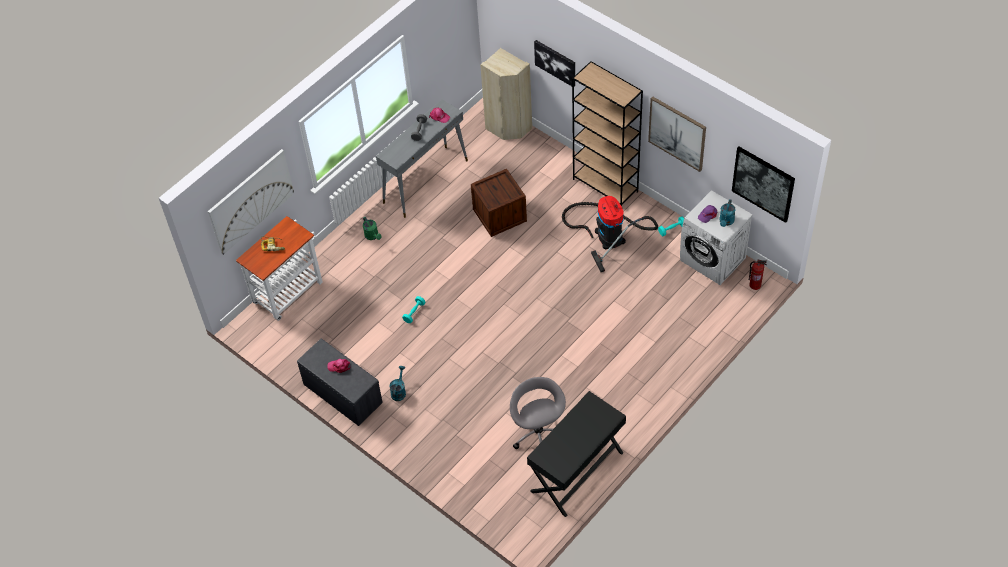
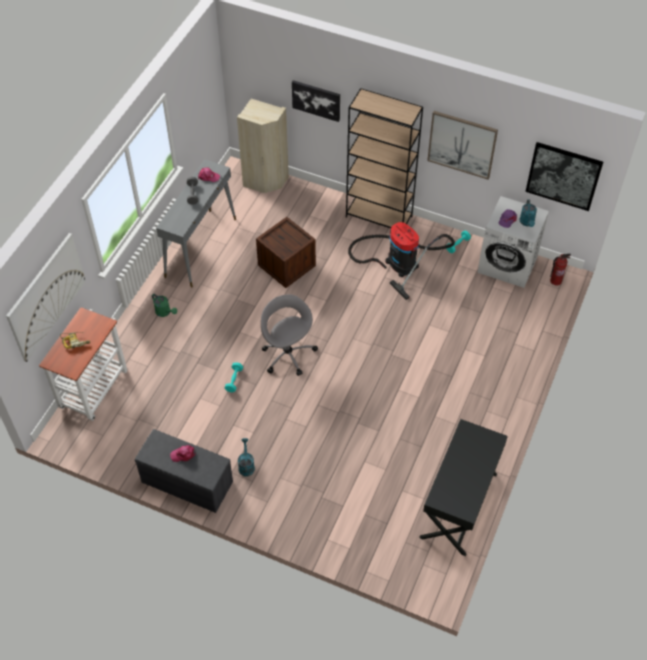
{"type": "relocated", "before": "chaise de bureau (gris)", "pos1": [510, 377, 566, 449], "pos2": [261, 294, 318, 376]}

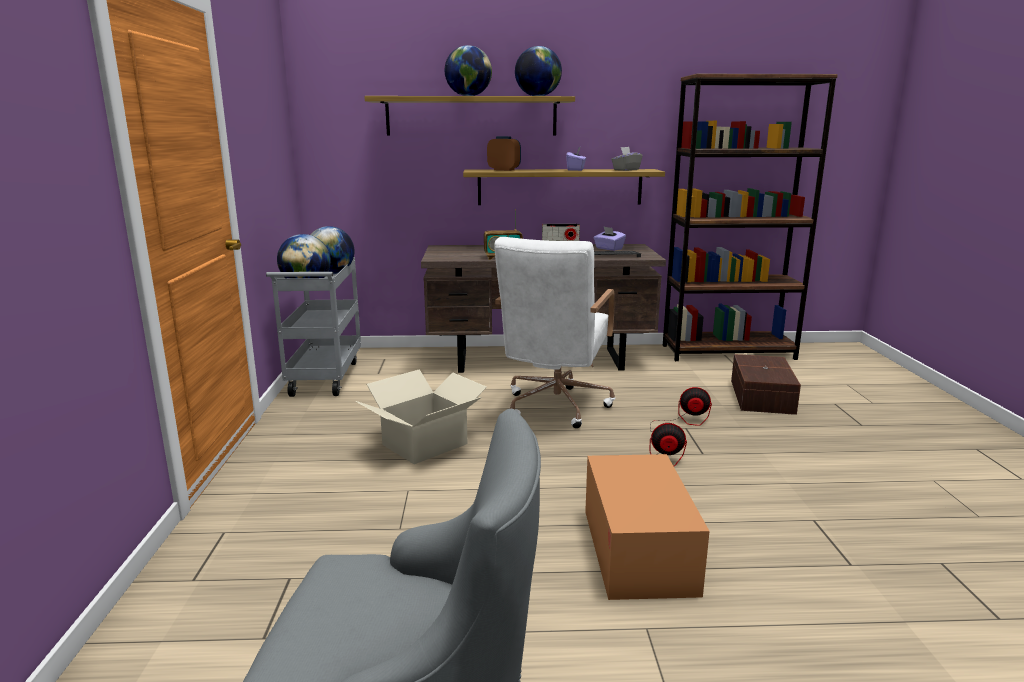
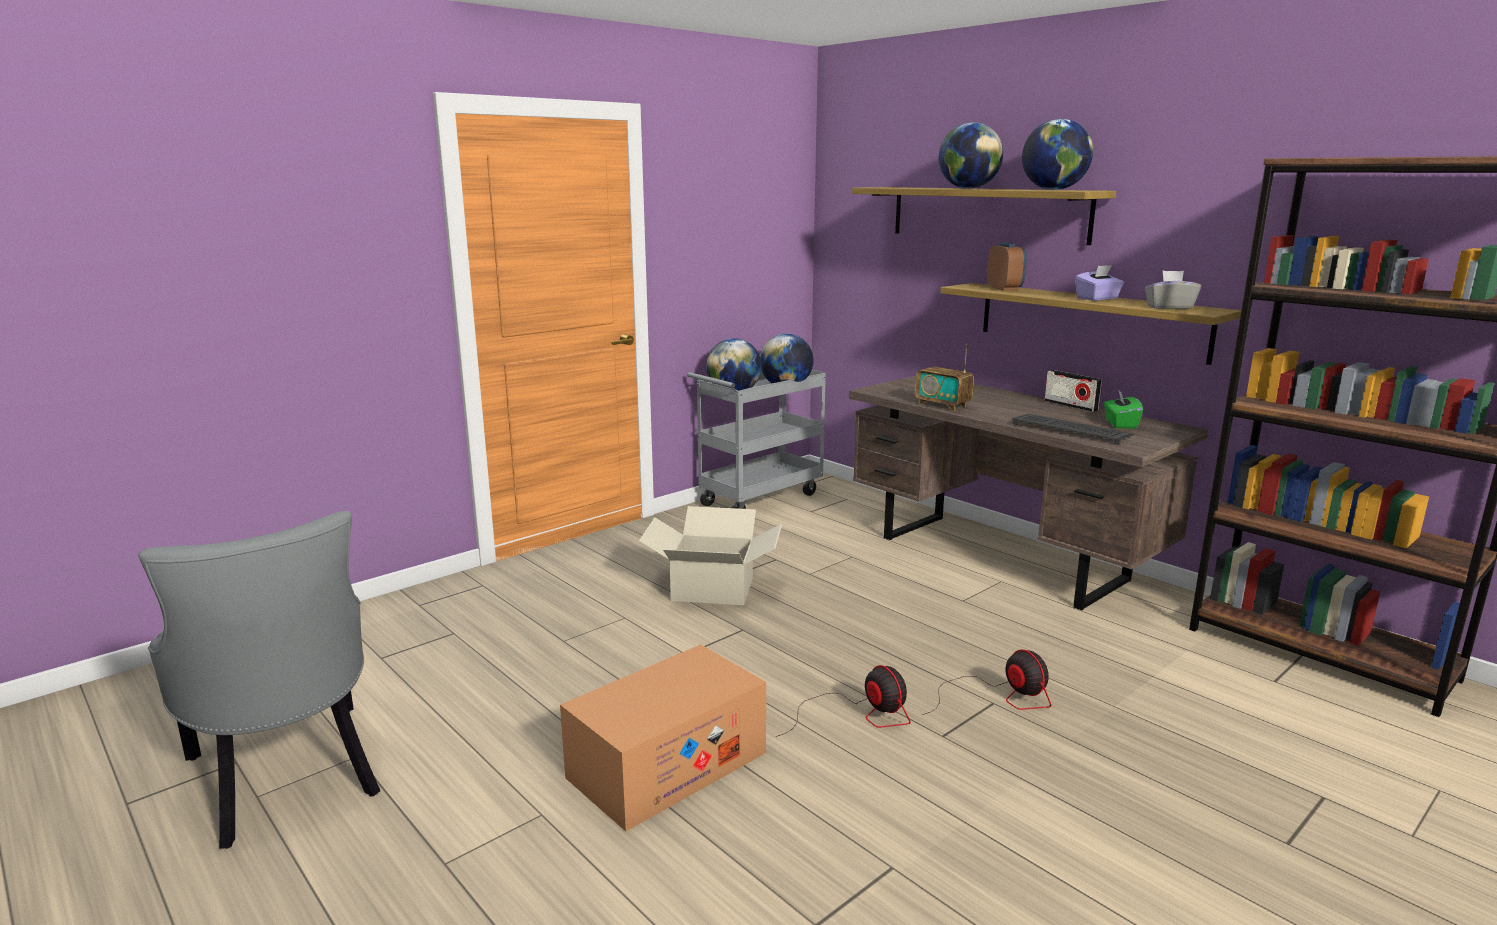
{"type": "missing", "before": "chaise de bureau (blanc)", "pos1": [494, 237, 615, 428]}
{"type": "colour", "before": "boîte à mouchoirs (violet)", "after": "boîte à mouchoirs (vert)", "pos1": [594, 226, 626, 251], "pos2": [1104, 389, 1143, 429]}
{"type": "missing", "before": "boîte de rangement (marron)", "pos1": [731, 354, 801, 415]}

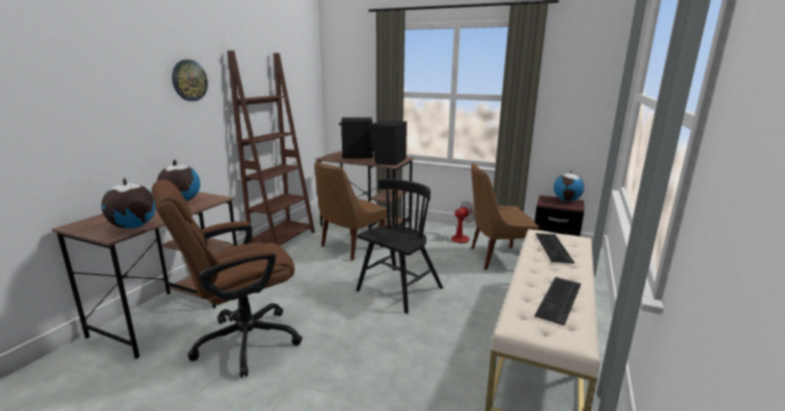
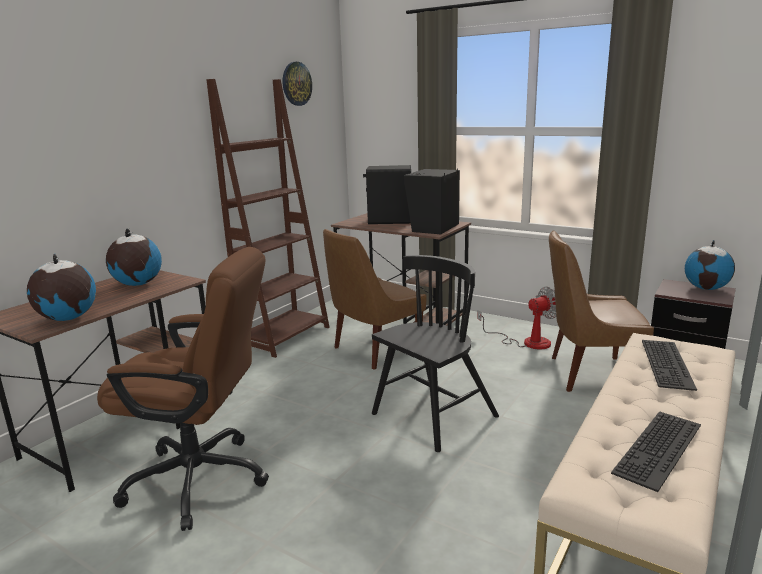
{"type": "spun", "before": "chaise de bureau (marron)", "pos1": [152, 179, 302, 377], "pos2": [97, 247, 269, 531], "turn": -150}
{"type": "relocated", "before": "horloge murale", "pos1": [172, 59, 208, 101], "pos2": [283, 62, 312, 106]}

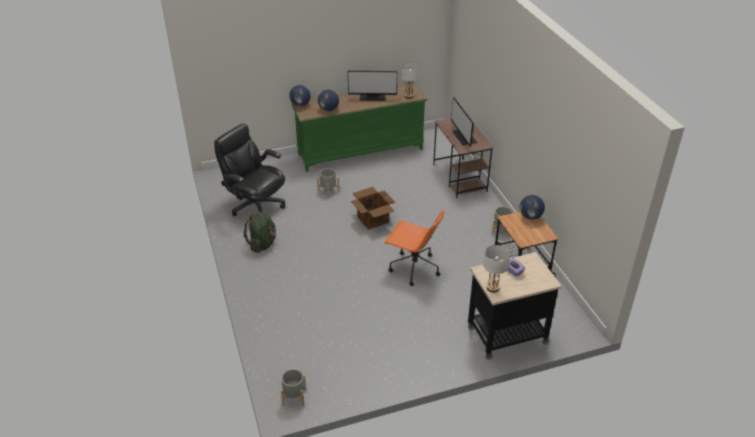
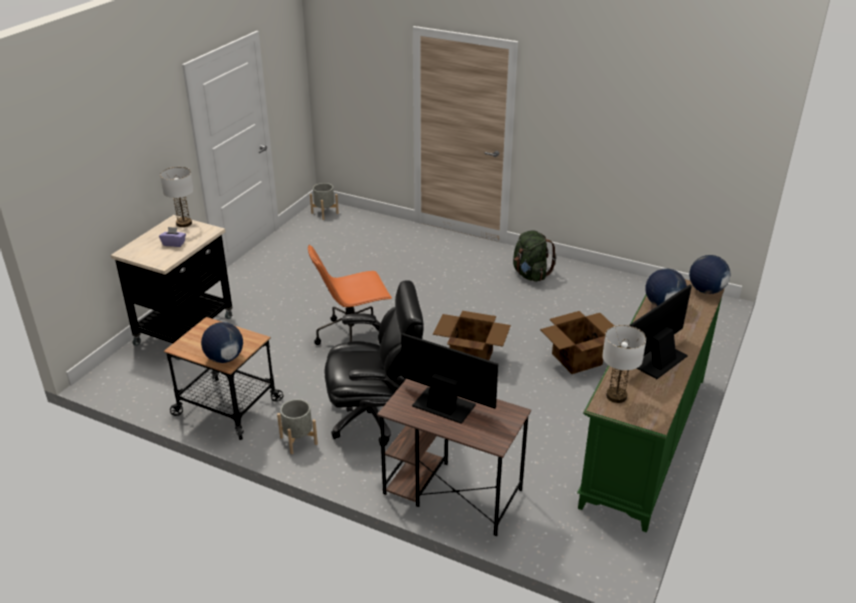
{"type": "relocated", "before": "chaise de bureau (noir)", "pos1": [214, 123, 285, 217], "pos2": [325, 280, 424, 446]}
{"type": "exchanged", "before": "cache-pot (gris)", "after": "carton", "pos1": [317, 168, 339, 198], "pos2": [540, 311, 614, 374]}

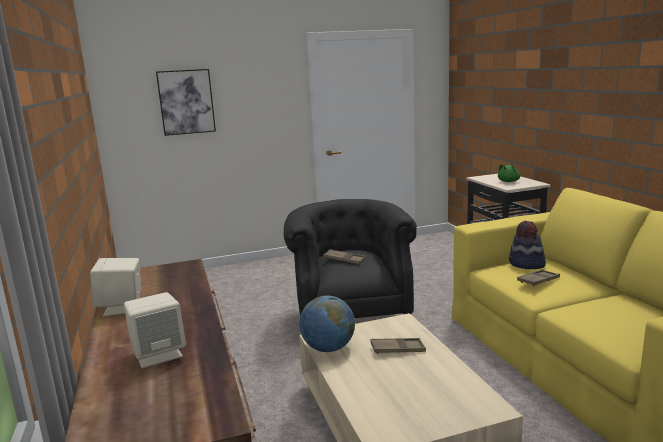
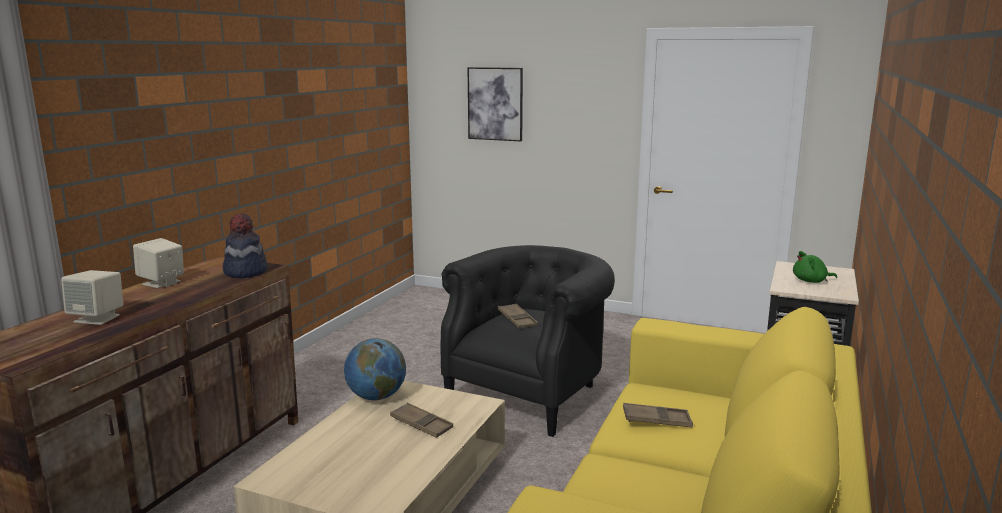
{"type": "relocated", "before": "chapeau", "pos1": [509, 221, 546, 269], "pos2": [223, 213, 268, 278]}

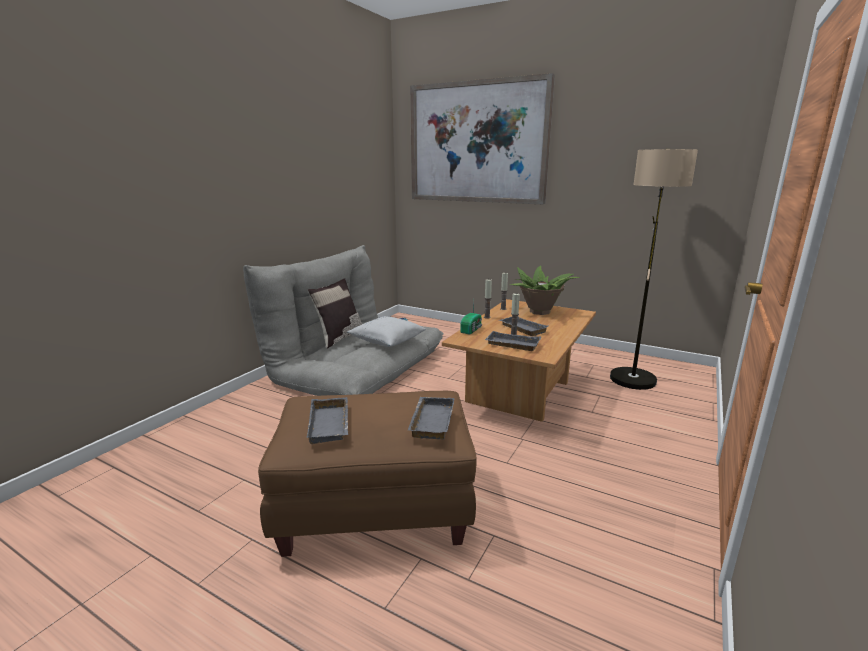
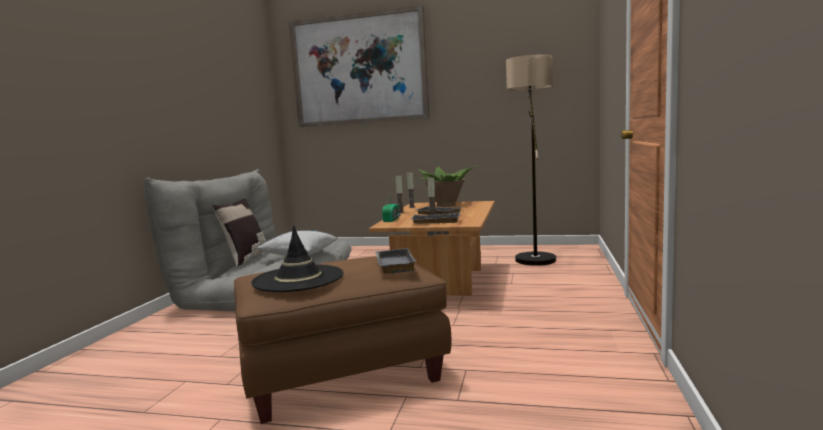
{"type": "exchanged", "before": "plateau (gris)", "after": "chapeau (noir)", "pos1": [306, 397, 348, 444], "pos2": [251, 226, 343, 292]}

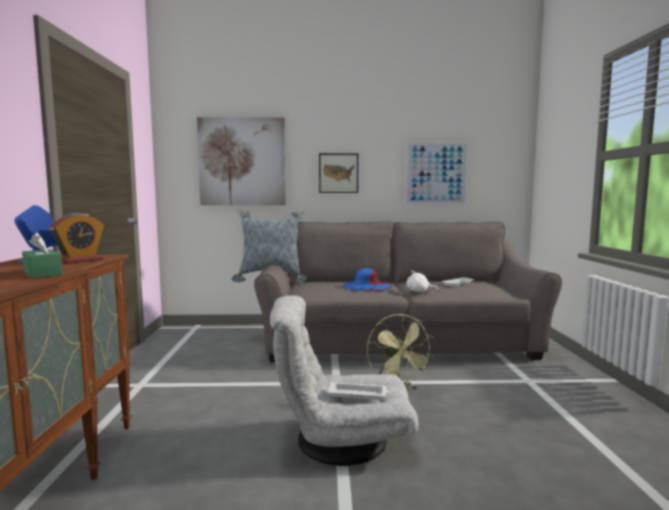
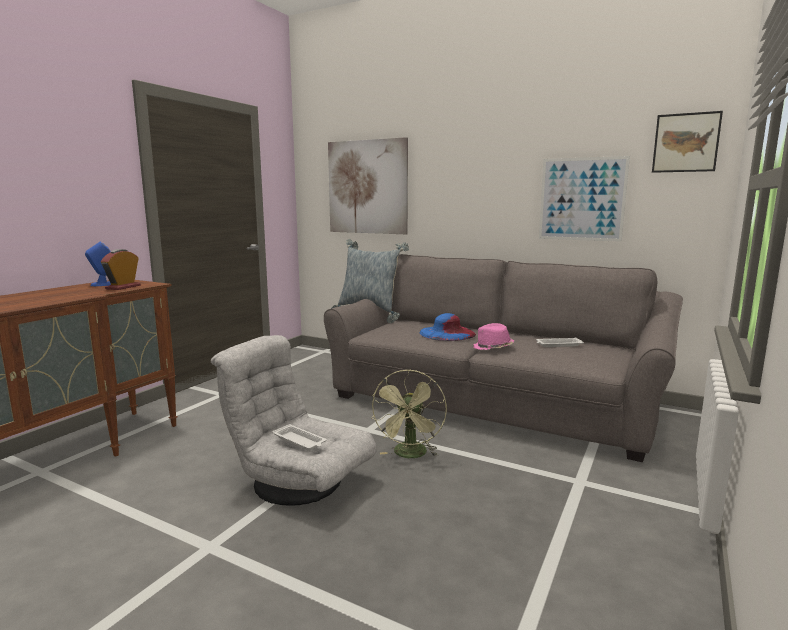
{"type": "missing", "before": "boîte à mouchoirs (vert)", "pos1": [22, 232, 63, 278]}
{"type": "spun", "before": "réveil", "pos1": [49, 213, 104, 264], "pos2": [101, 249, 141, 290], "turn": 135}
{"type": "relocated", "before": "tableau", "pos1": [319, 153, 358, 193], "pos2": [652, 111, 723, 173]}
{"type": "exchanged", "before": "peluche (blanc)", "after": "chapeau (rose)", "pos1": [407, 270, 438, 292], "pos2": [473, 323, 514, 350]}

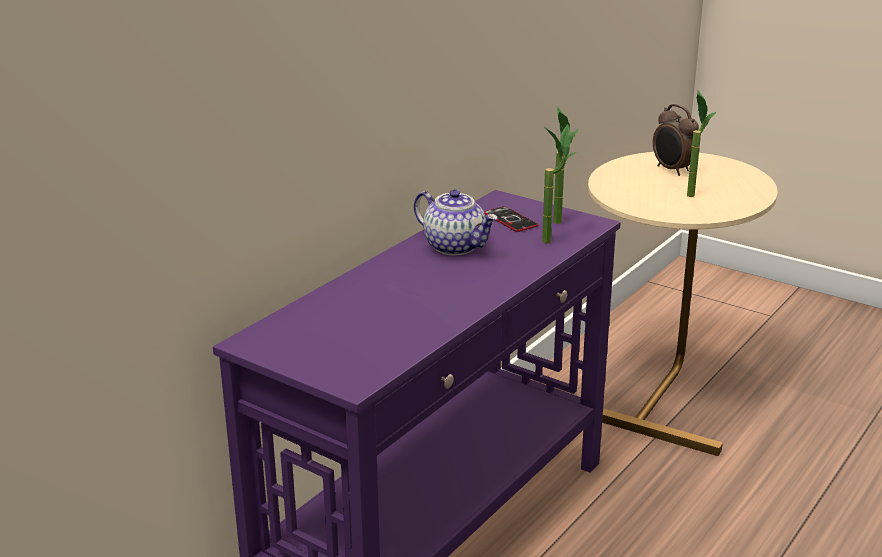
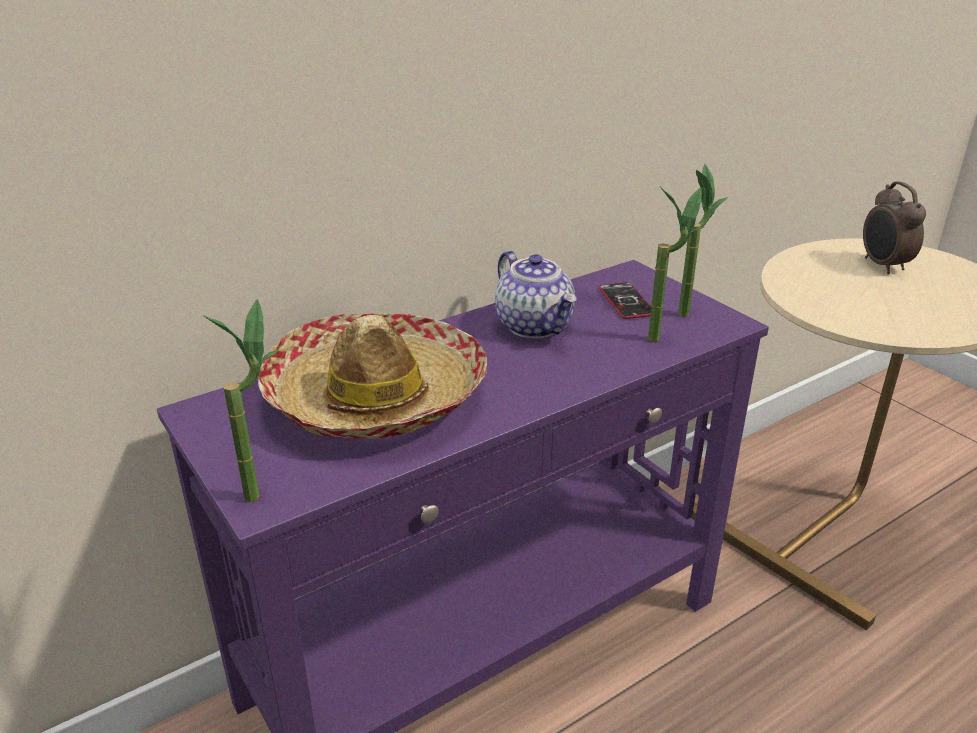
{"type": "relocated", "before": "plante en pot", "pos1": [687, 91, 716, 197], "pos2": [202, 299, 278, 502]}
{"type": "appeared", "after": "chapeau", "pos2": [258, 313, 487, 439]}

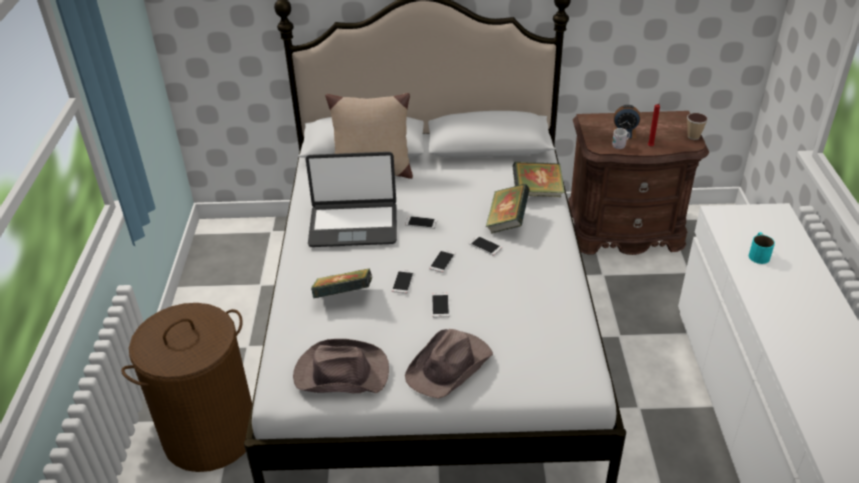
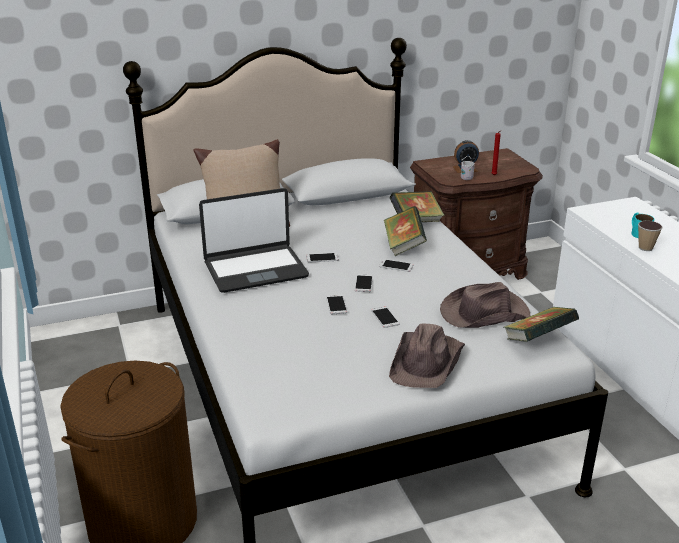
{"type": "relocated", "before": "chapeau (marron)", "pos1": [293, 339, 389, 393], "pos2": [440, 282, 530, 328]}
{"type": "relocated", "before": "livre", "pos1": [311, 268, 372, 298], "pos2": [503, 307, 579, 342]}
{"type": "relocated", "before": "tasse", "pos1": [687, 113, 708, 140], "pos2": [638, 221, 662, 251]}

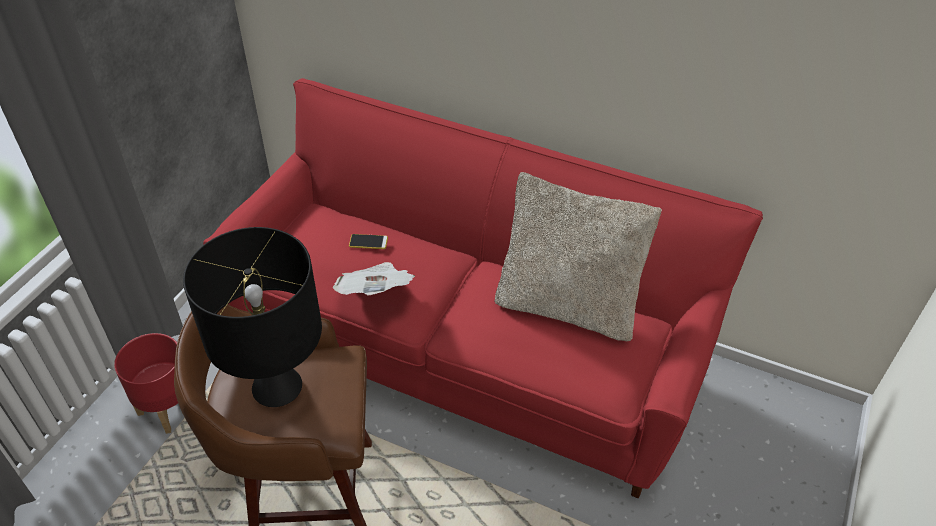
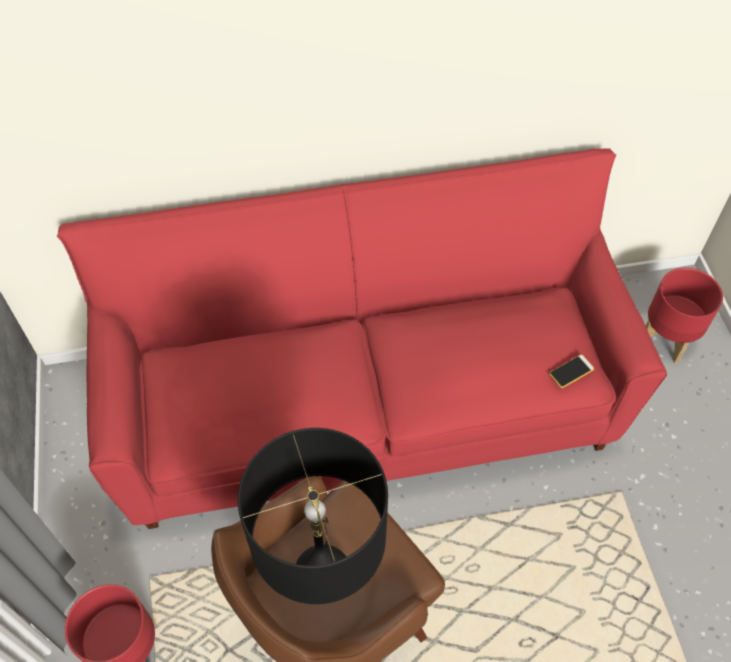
{"type": "missing", "before": "journal", "pos1": [332, 262, 415, 295]}
{"type": "relocated", "before": "téléphone", "pos1": [349, 234, 388, 249], "pos2": [549, 355, 594, 388]}
{"type": "missing", "before": "coussin (beige)", "pos1": [495, 172, 662, 341]}
{"type": "appeared", "after": "cache-pot (rouge)", "pos2": [646, 268, 723, 363]}

